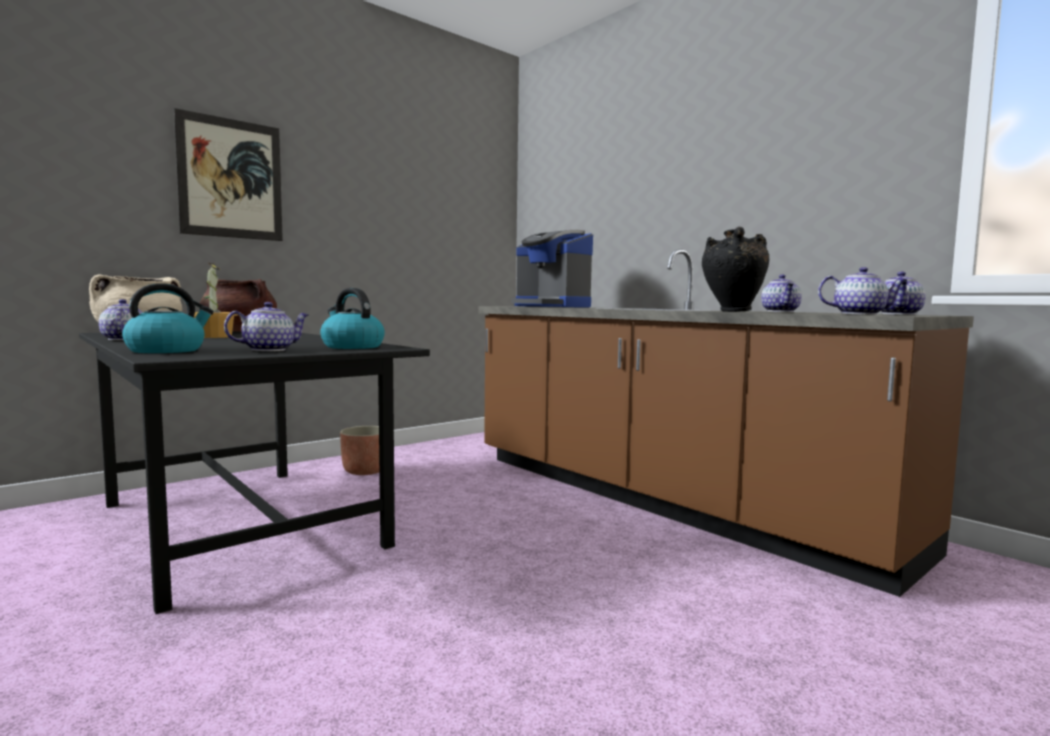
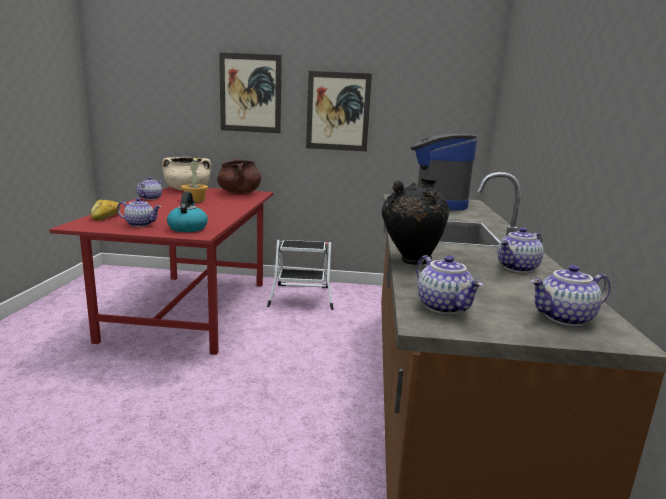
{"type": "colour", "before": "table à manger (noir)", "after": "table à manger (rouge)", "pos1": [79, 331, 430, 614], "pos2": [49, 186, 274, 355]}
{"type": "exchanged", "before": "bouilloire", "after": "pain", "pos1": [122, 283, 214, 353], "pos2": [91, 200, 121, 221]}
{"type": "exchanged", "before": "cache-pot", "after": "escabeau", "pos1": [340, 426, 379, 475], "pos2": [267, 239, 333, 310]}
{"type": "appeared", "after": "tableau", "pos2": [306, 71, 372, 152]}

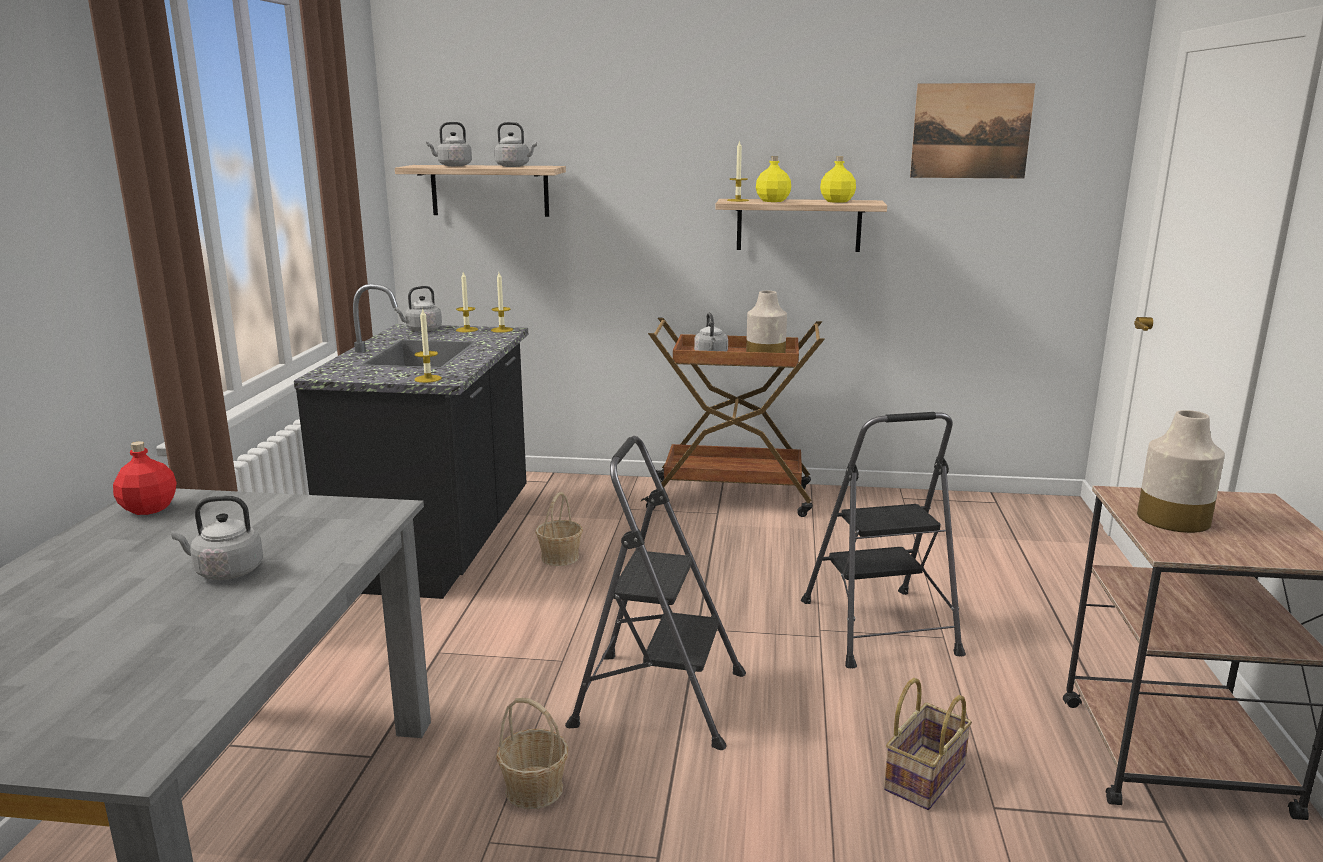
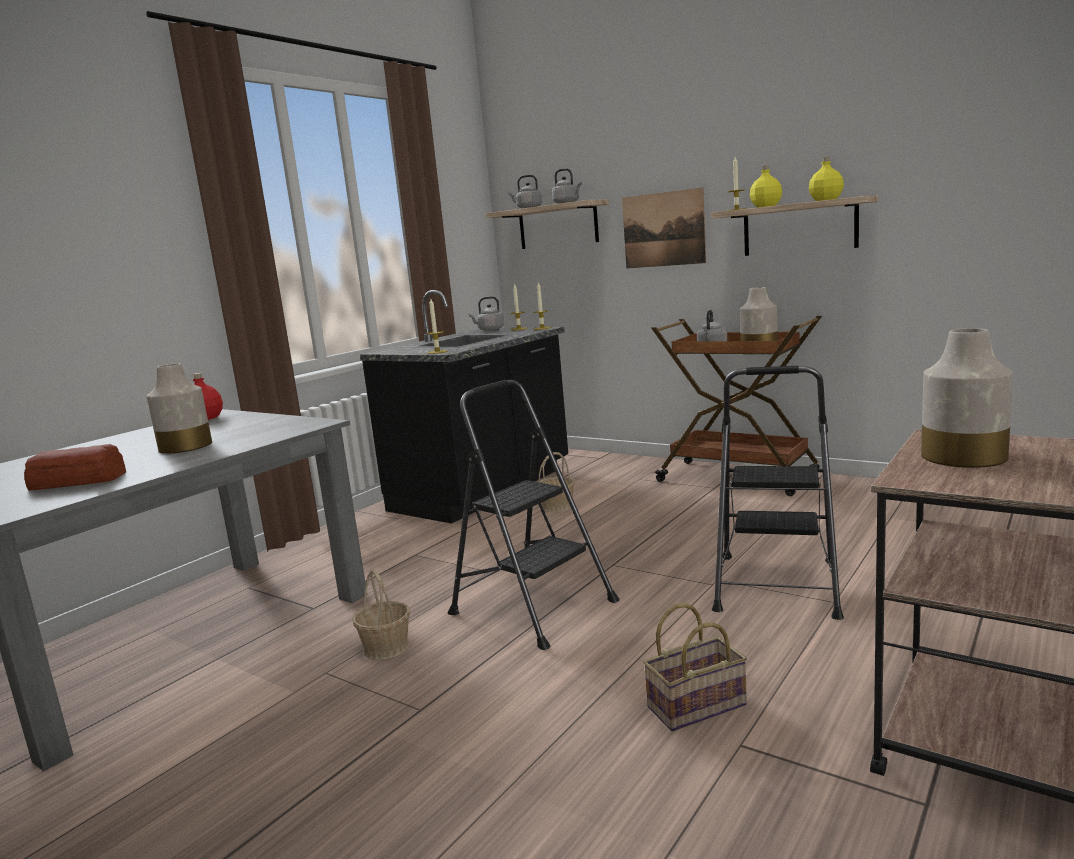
{"type": "exchanged", "before": "bouilloire (gris)", "after": "vase (beige)", "pos1": [171, 496, 263, 580], "pos2": [147, 363, 212, 454]}
{"type": "relocated", "before": "tableau", "pos1": [910, 83, 1035, 179], "pos2": [622, 187, 706, 269]}
{"type": "appeared", "after": "pain", "pos2": [24, 444, 126, 491]}

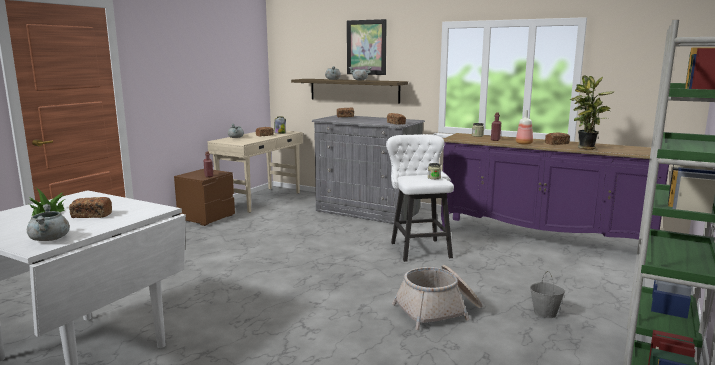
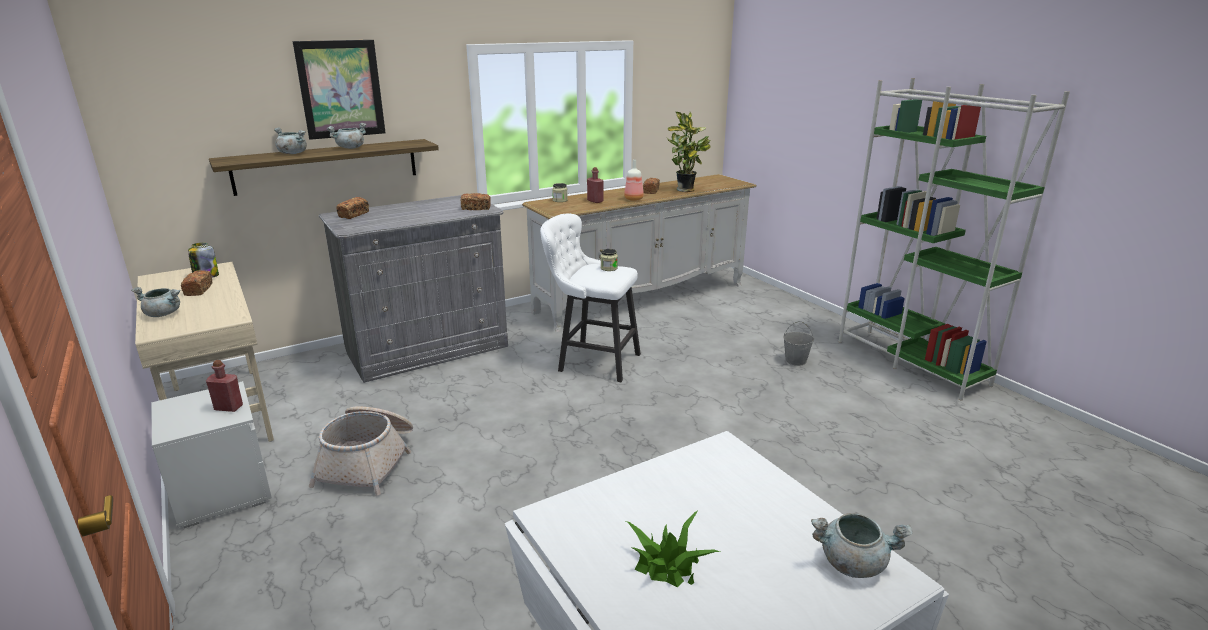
{"type": "missing", "before": "pain", "pos1": [69, 197, 112, 218]}
{"type": "colour", "before": "table de chevet (marron)", "after": "table de chevet (blanc)", "pos1": [174, 169, 235, 226], "pos2": [151, 381, 272, 528]}
{"type": "relocated", "before": "panier", "pos1": [392, 265, 482, 330], "pos2": [309, 407, 413, 496]}
{"type": "colour", "before": "meuble de rangement (violet)", "after": "meuble de rangement (gris)", "pos1": [440, 133, 669, 240], "pos2": [522, 174, 757, 332]}

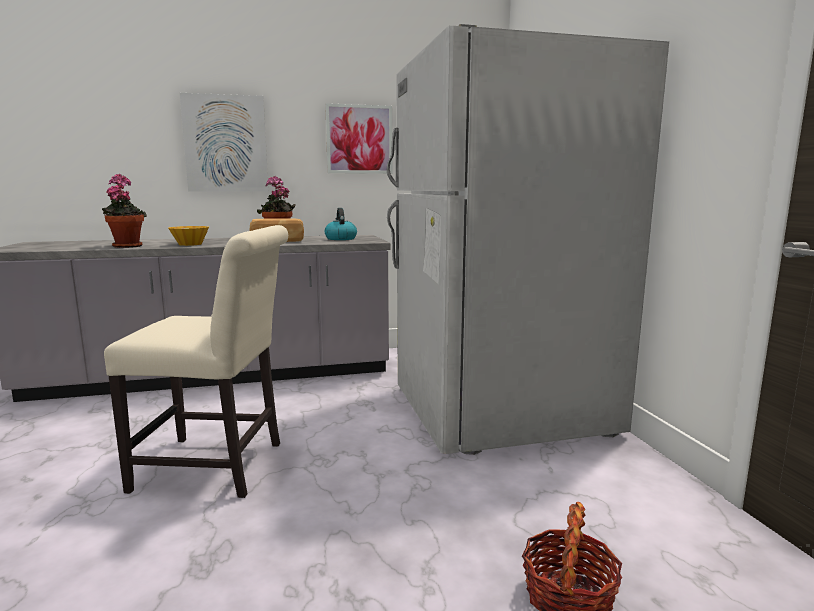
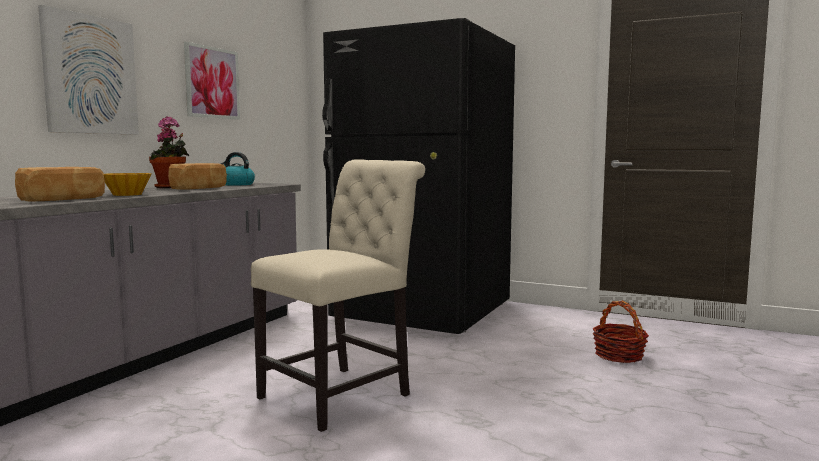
{"type": "exchanged", "before": "plante en pot", "after": "pain", "pos1": [102, 174, 147, 248], "pos2": [15, 167, 105, 201]}
{"type": "colour", "before": "réfrigérateur (blanc)", "after": "réfrigérateur (noir)", "pos1": [387, 24, 669, 455], "pos2": [322, 18, 515, 334]}

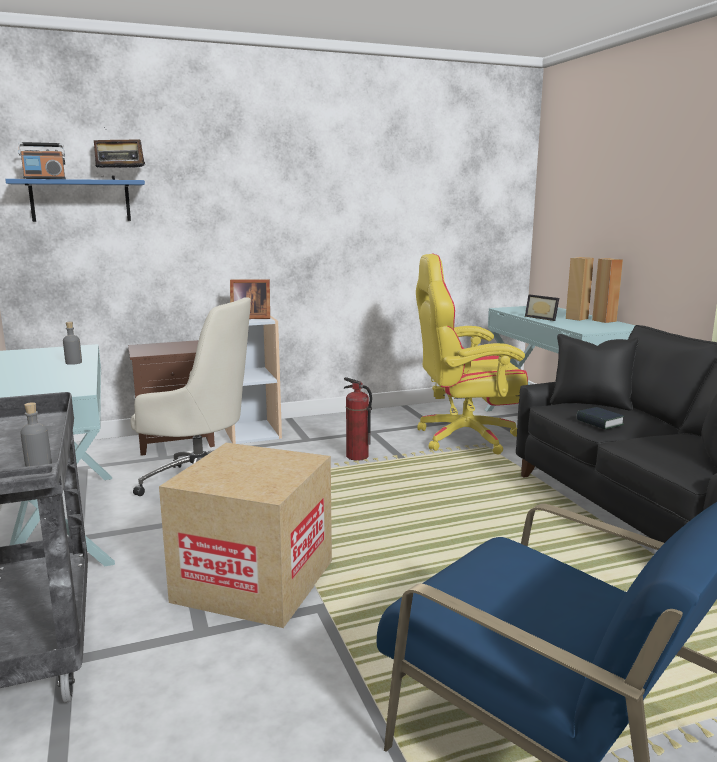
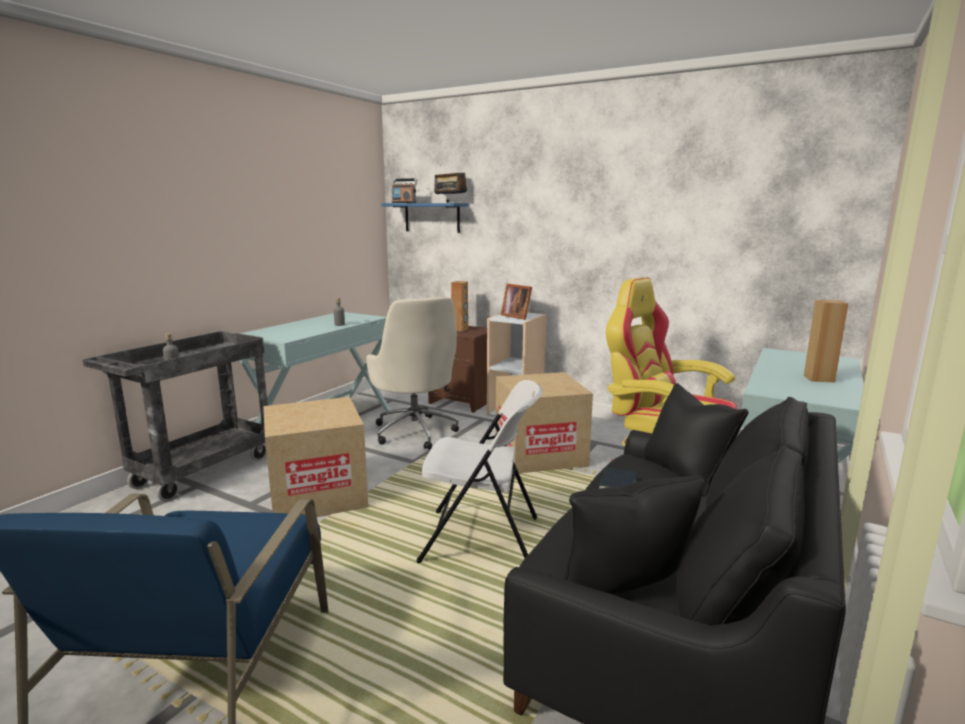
{"type": "exchanged", "before": "extincteur", "after": "carton", "pos1": [343, 377, 372, 461], "pos2": [496, 372, 593, 473]}
{"type": "missing", "before": "cadre photo", "pos1": [525, 294, 559, 321]}
{"type": "relocated", "before": "enceinte (marron)", "pos1": [592, 258, 623, 323], "pos2": [451, 281, 468, 332]}
{"type": "appeared", "after": "chaise (blanc)", "pos2": [417, 380, 543, 563]}

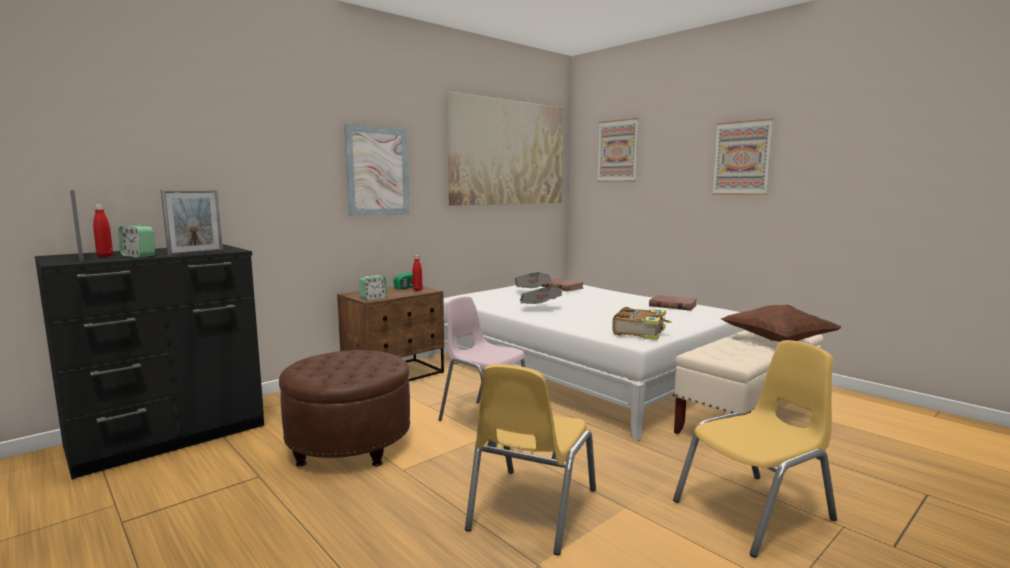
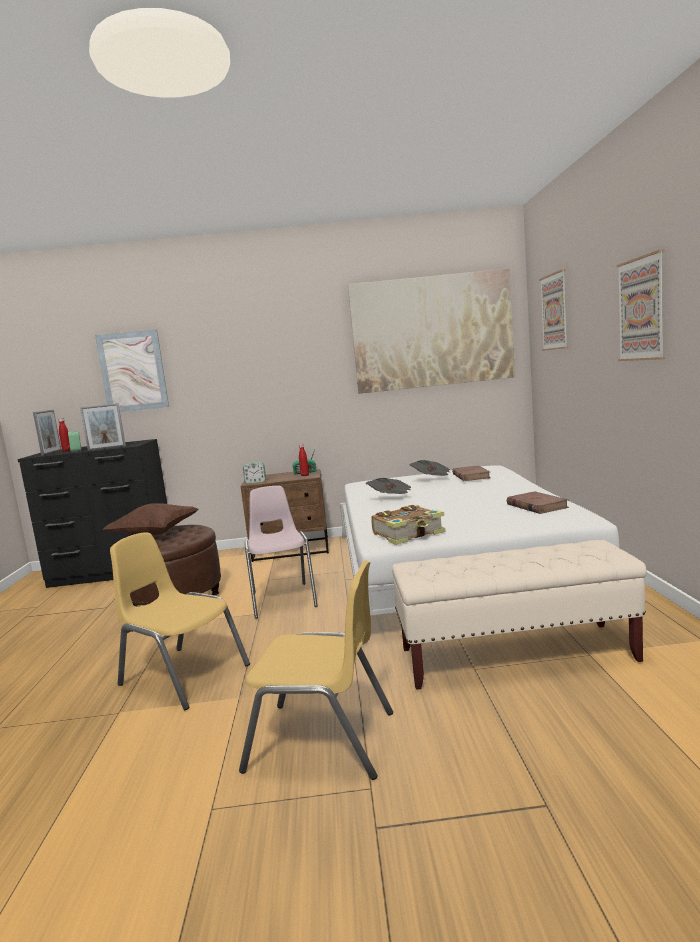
{"type": "relocated", "before": "tableau", "pos1": [344, 124, 410, 216], "pos2": [95, 329, 169, 412]}
{"type": "spun", "before": "chaise (jaune)", "pos1": [465, 364, 596, 555], "pos2": [110, 533, 250, 710], "turn": 60}
{"type": "relocated", "before": "coussin (marron)", "pos1": [721, 305, 842, 342], "pos2": [102, 503, 199, 535]}

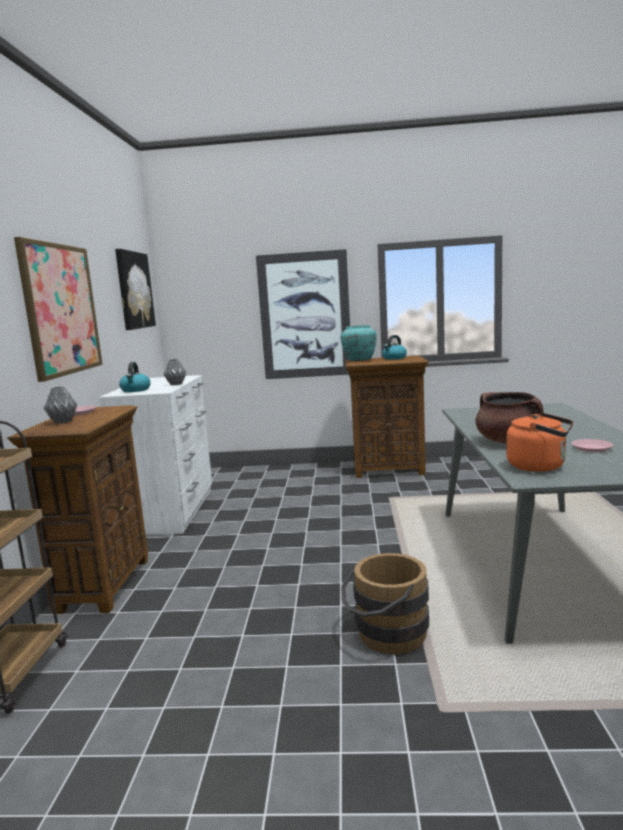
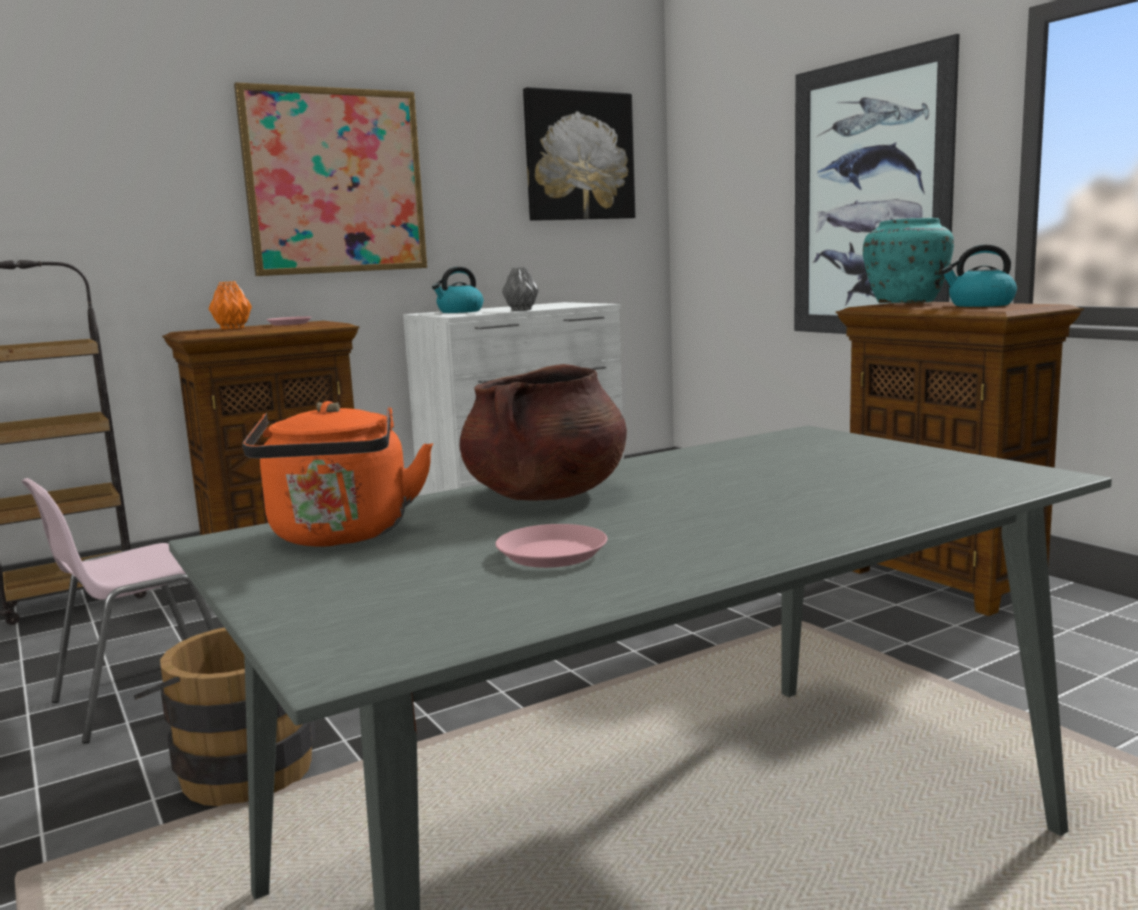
{"type": "colour", "before": "vase (gris)", "after": "vase (orange)", "pos1": [44, 386, 77, 424], "pos2": [208, 281, 252, 330]}
{"type": "appeared", "after": "chaise (rose)", "pos2": [22, 478, 216, 744]}

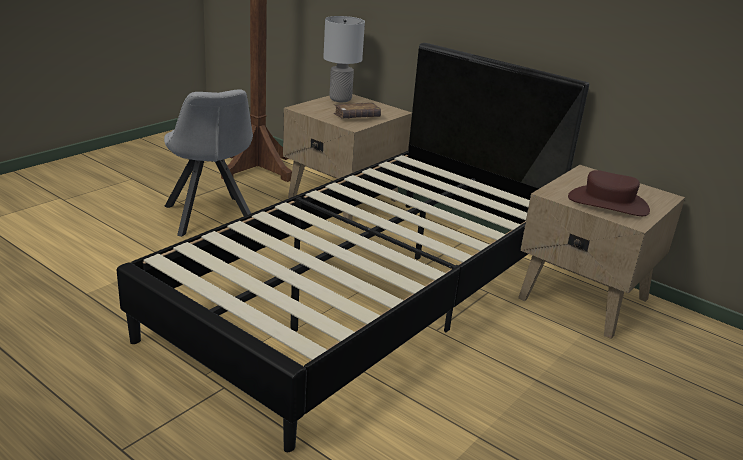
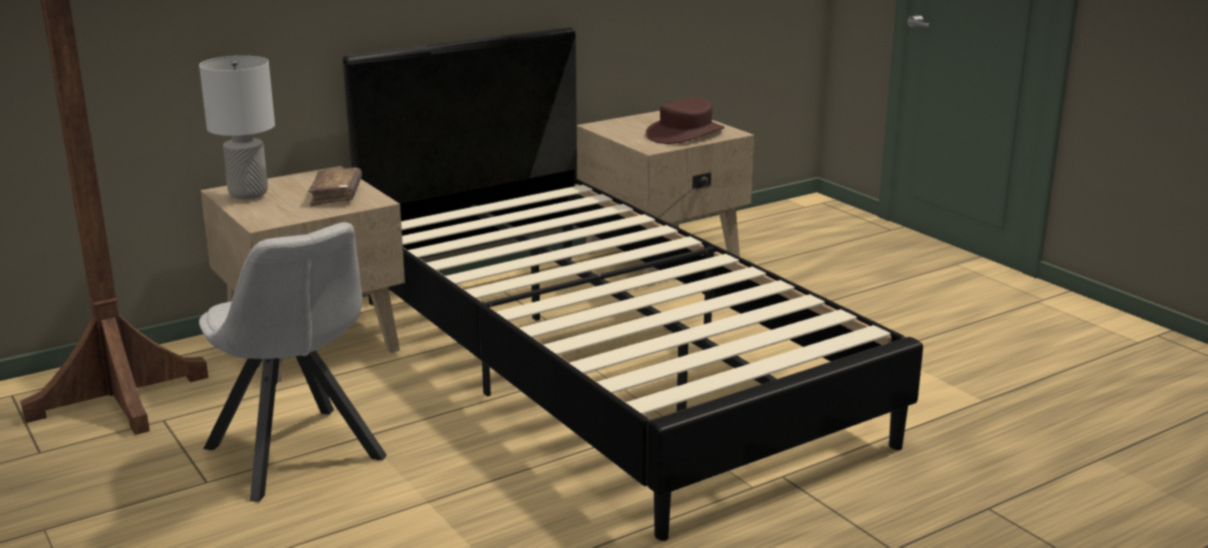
{"type": "spun", "before": "chaise (gris)", "pos1": [164, 89, 253, 237], "pos2": [199, 222, 387, 502], "turn": 60}

